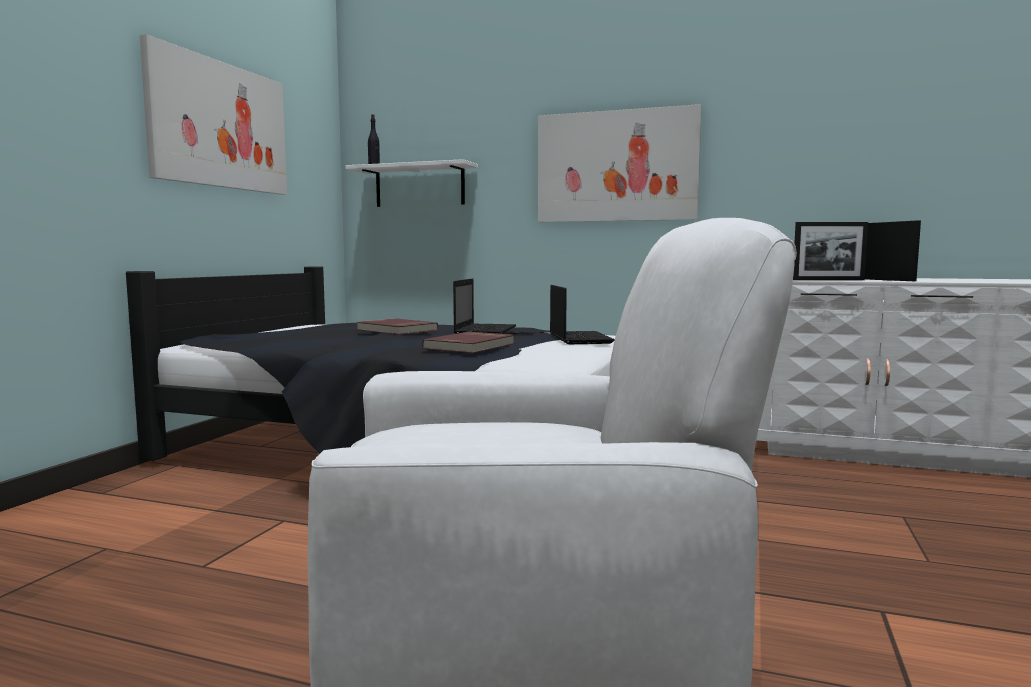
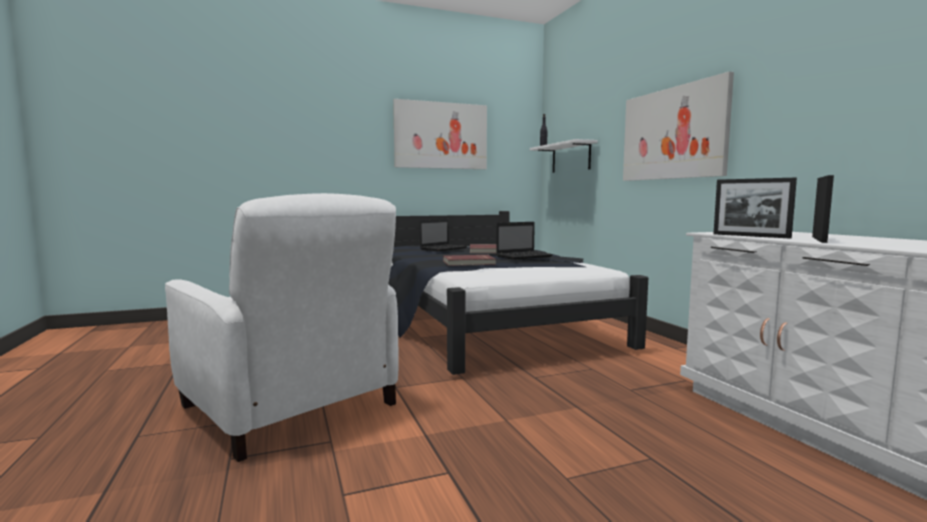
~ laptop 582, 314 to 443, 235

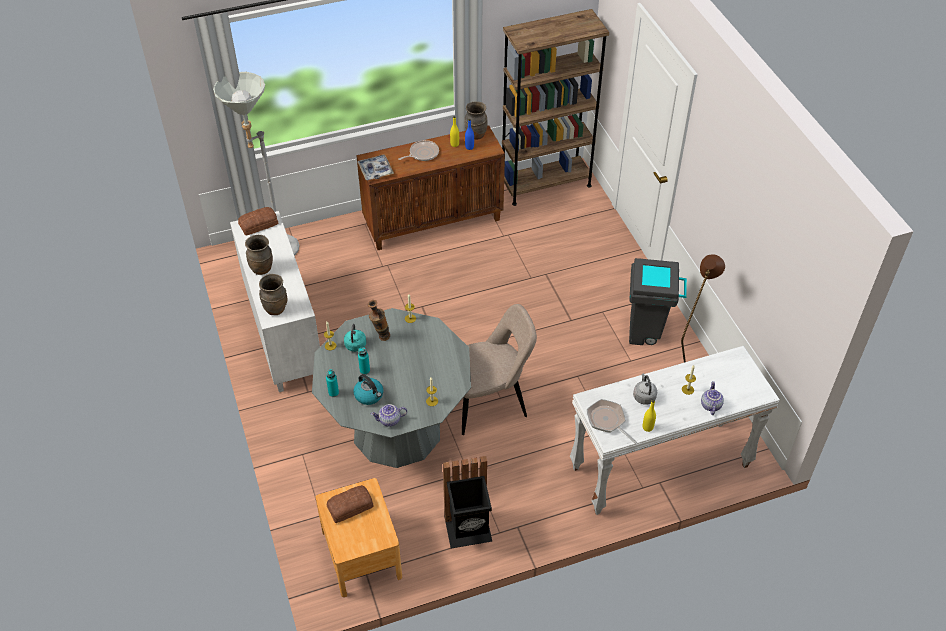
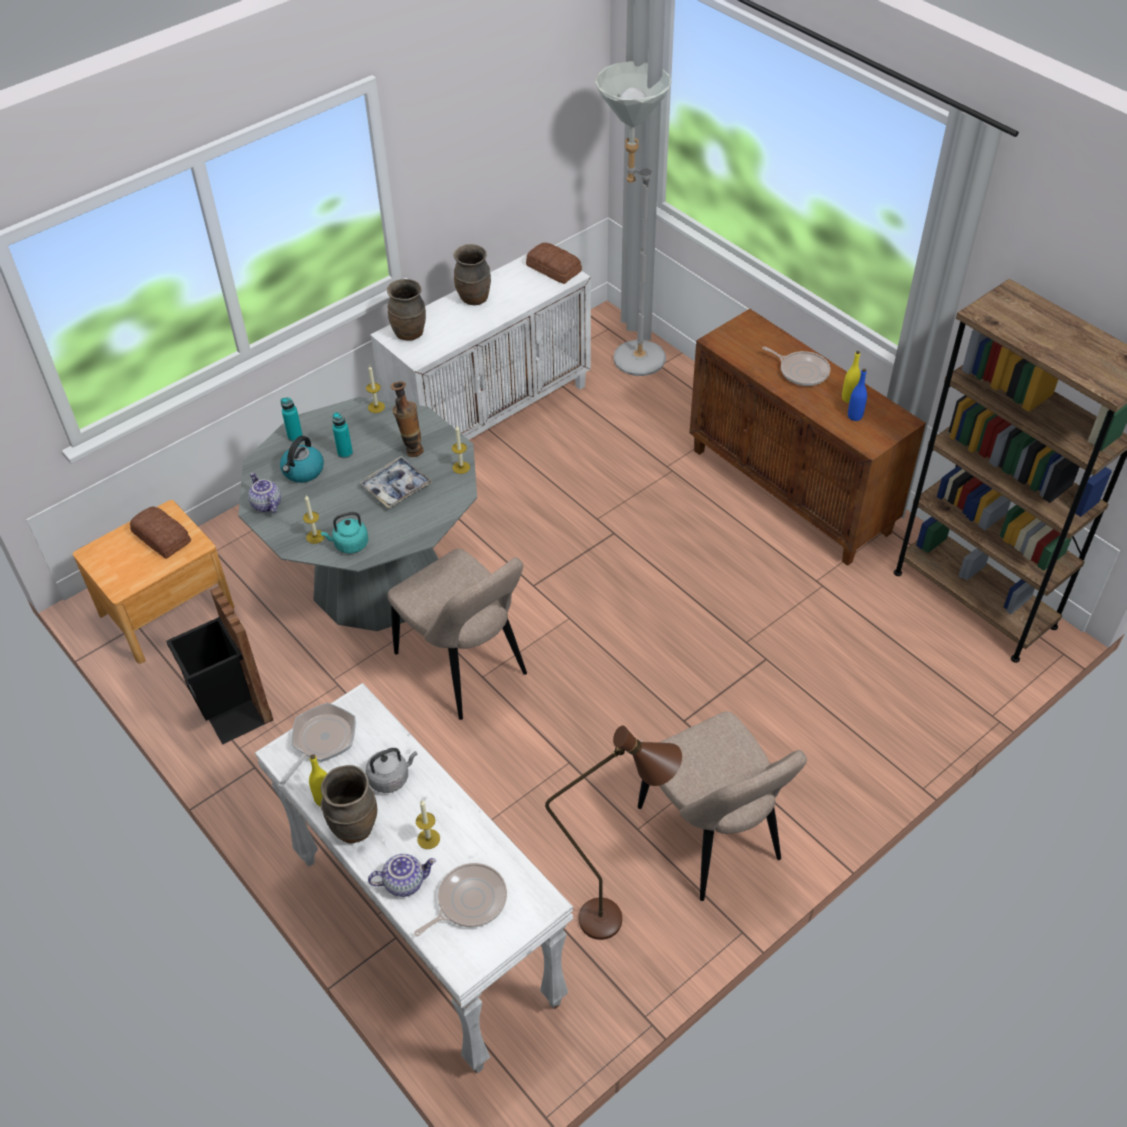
+ skillet 460, 899
~ turquoise-coloured kettle 355, 338 to 344, 533
~ tray 375, 167 to 395, 482
~ brown decorative vase 476, 120 to 348, 804
~ greyish waste bin 658, 301 to beige-coloured chair 722, 806

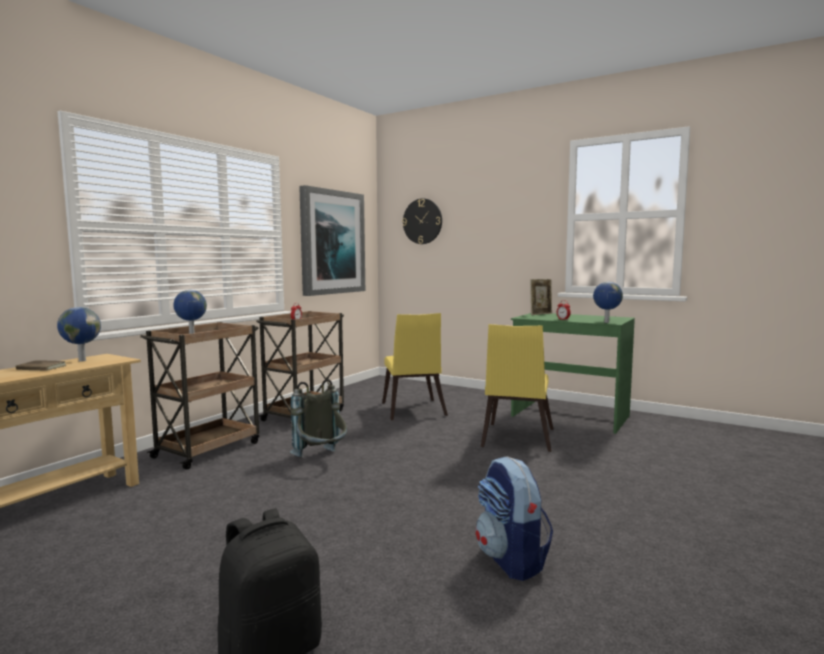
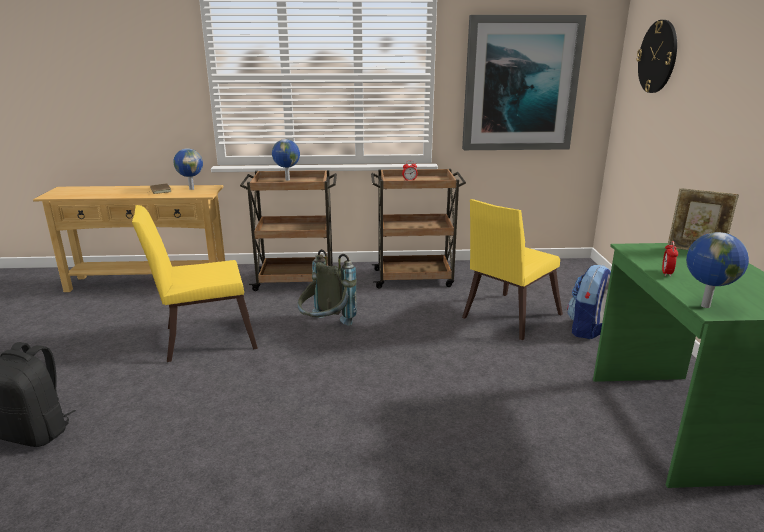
~ backpack 514, 518 to 589, 302
~ yellowish chair 517, 388 to 195, 283

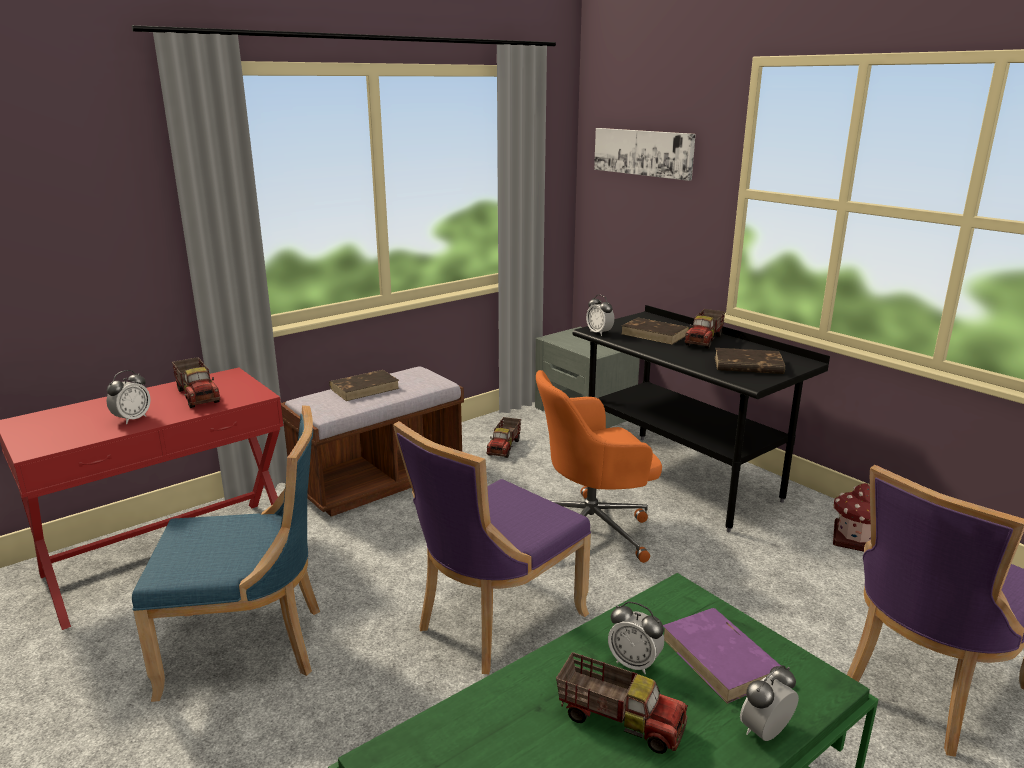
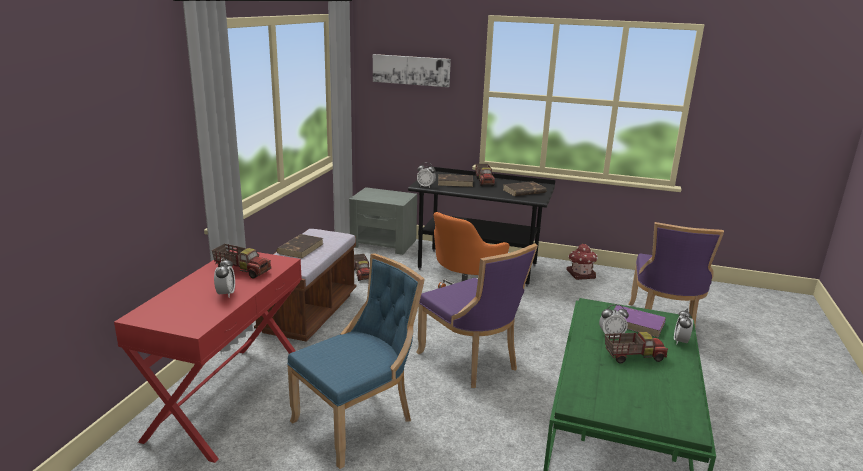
~ purple chair 492, 547 = 477, 315 45 degrees counterclockwise

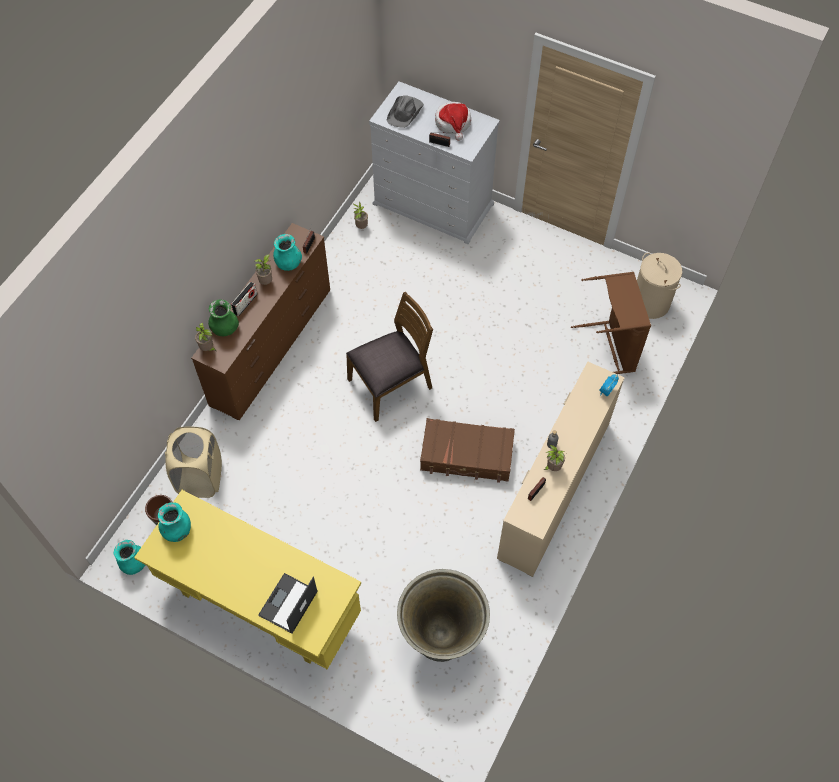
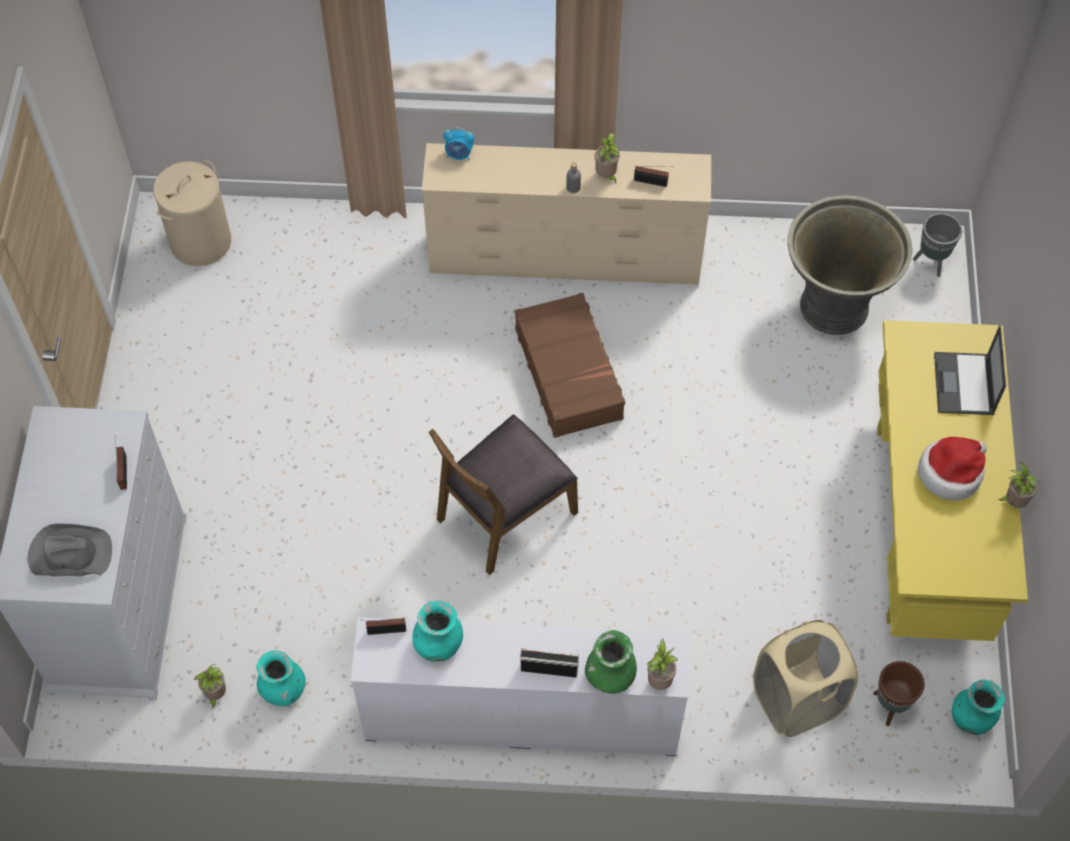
- brown washing basket 611, 323
+ greyish flower pot 937, 245
~ turquoise-coloured decorative vase 174, 522 to 281, 678
~ houseplant 263, 269 to 1019, 485
~ hat 453, 121 to 952, 469
~ brown drawer chest 260, 321 to white-coloured drawer chest 520, 686
~ laptop 288, 603 = 970, 370 90 degrees clockwise
~ brown chair 389, 357 = 503, 494 75 degrees counterclockwise

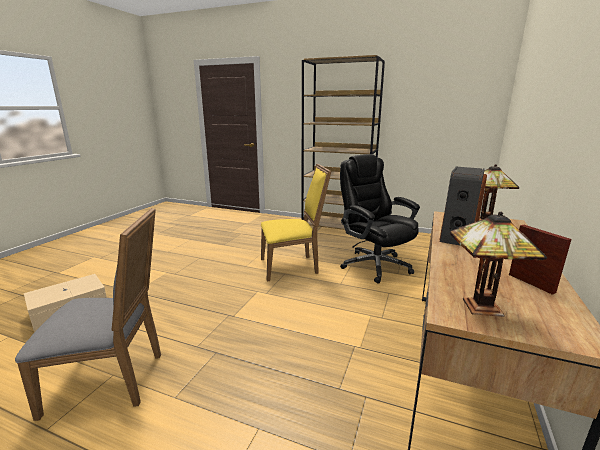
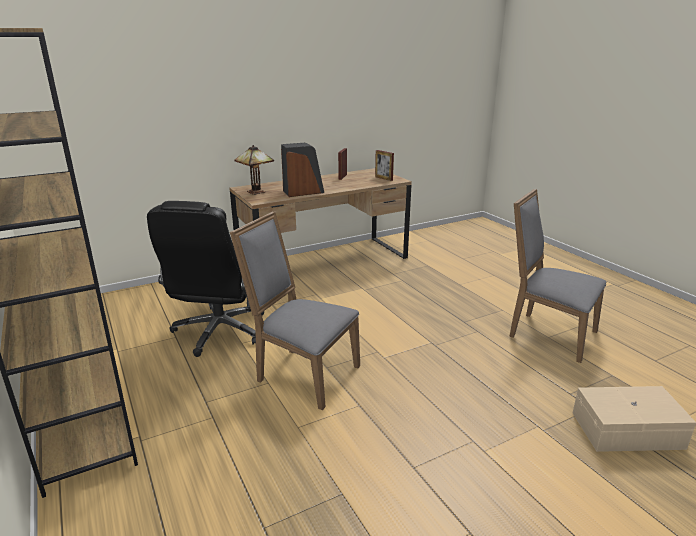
~ lamp for a table 498, 264 to photo frame 384, 165
~ yellowish chair 296, 222 to greyish chair 295, 311

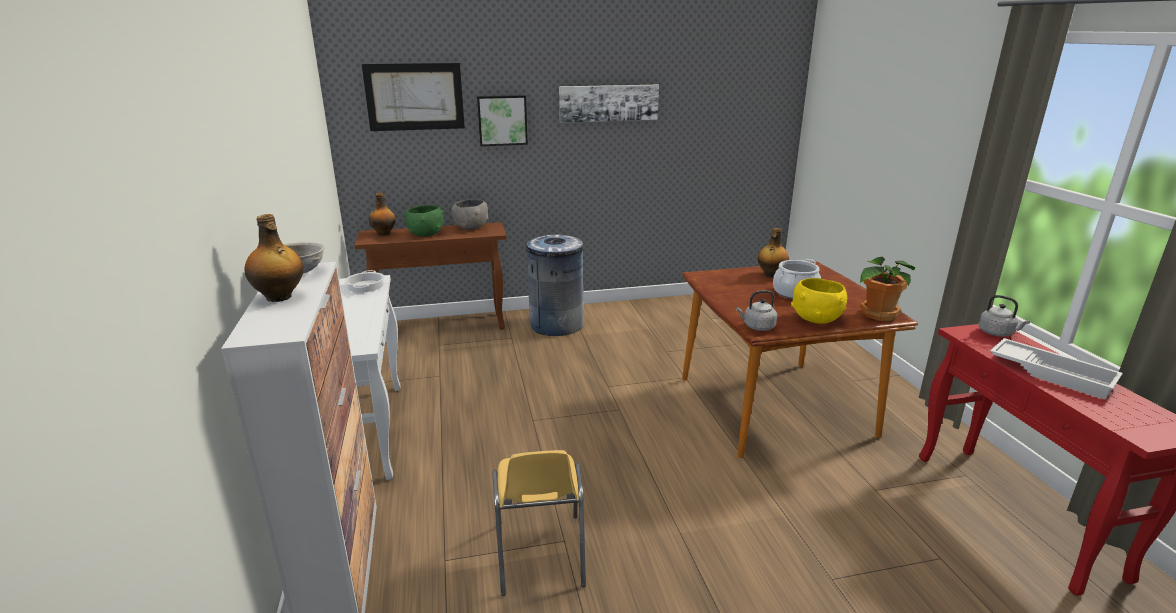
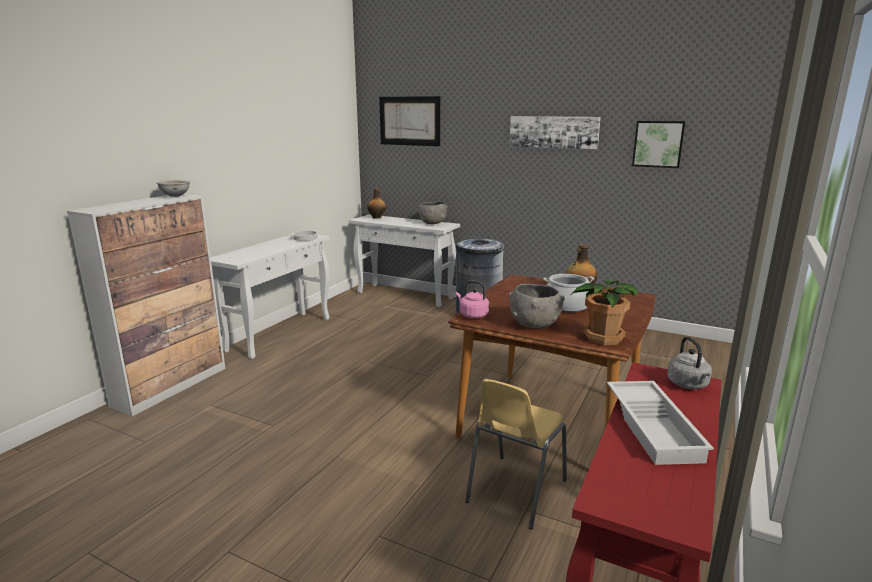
- bottle 274, 258
- greenish deep dish 424, 221
~ wall art 502, 120 to 659, 144
~ yellowish chair 539, 523 to 516, 454
~ brown narrow table 430, 276 to white-coloured narrow table 404, 261
~ greyish kettle 756, 310 to pink-coloured kettle 472, 299
~ yellowish deep dish 819, 301 to greyish deep dish 537, 306

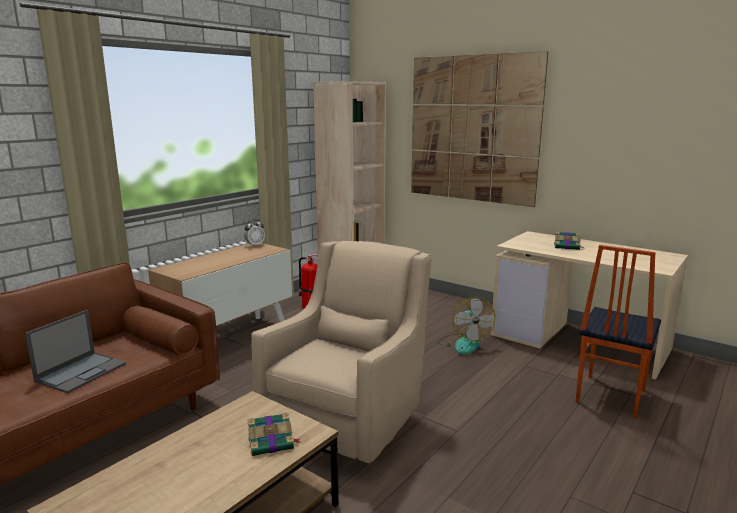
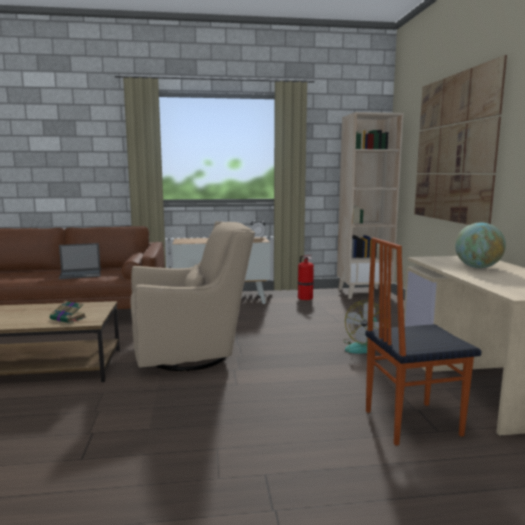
~ bound book 569, 241 to globe 480, 245

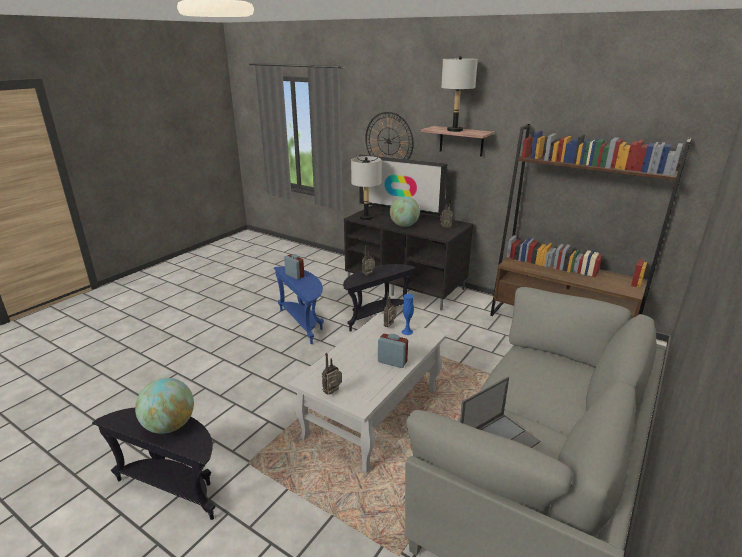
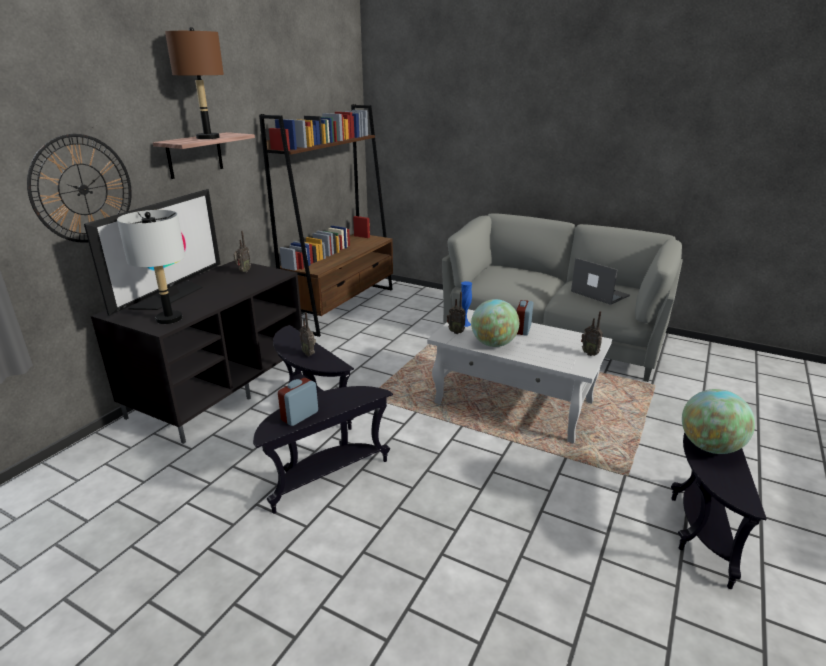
~ globe 405, 211 to 495, 323
~ blue end table 299, 305 to black-coloured end table 323, 450
~ greyish lamp for a table 459, 94 to brown lamp for a table 194, 83

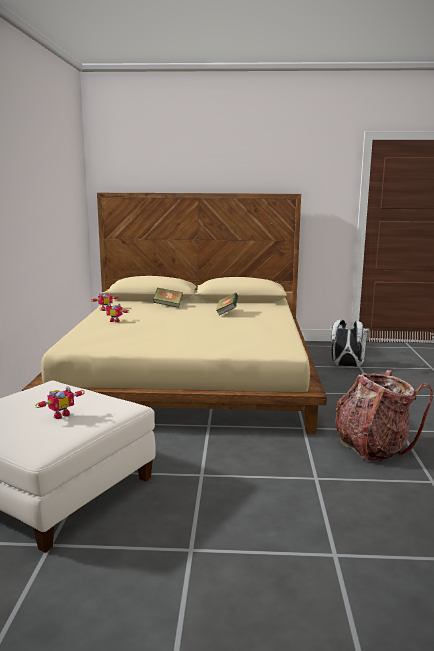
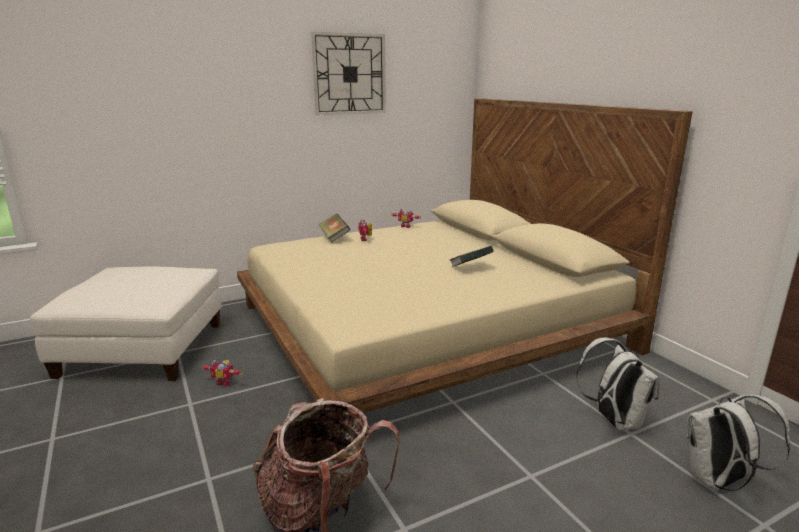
+ wall clock 348, 73
+ white-coloured backpack 738, 443
~ toy robot 60, 402 to 222, 373
~ bound book 168, 298 to 334, 228

